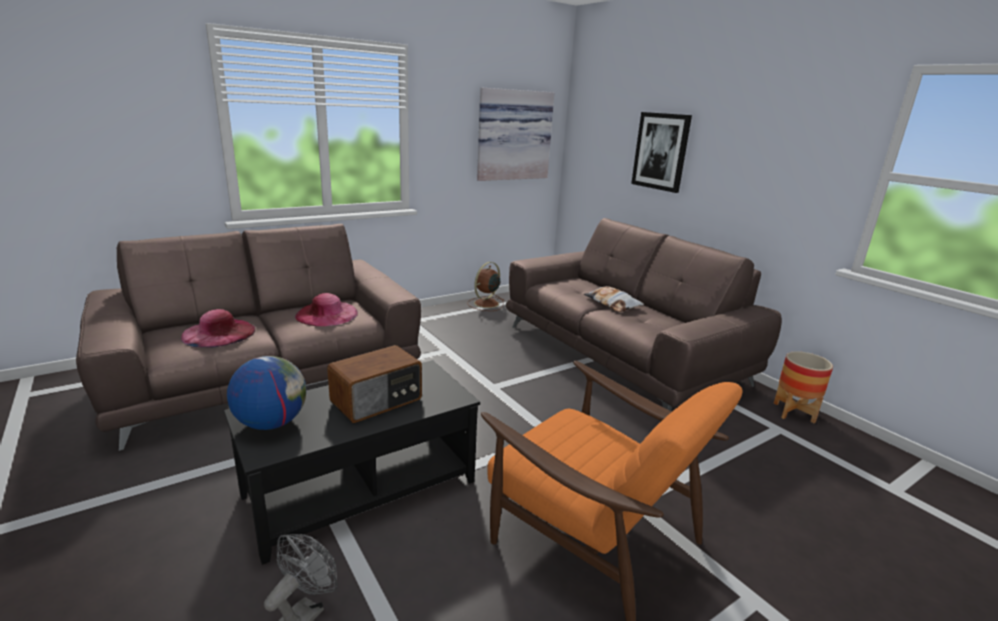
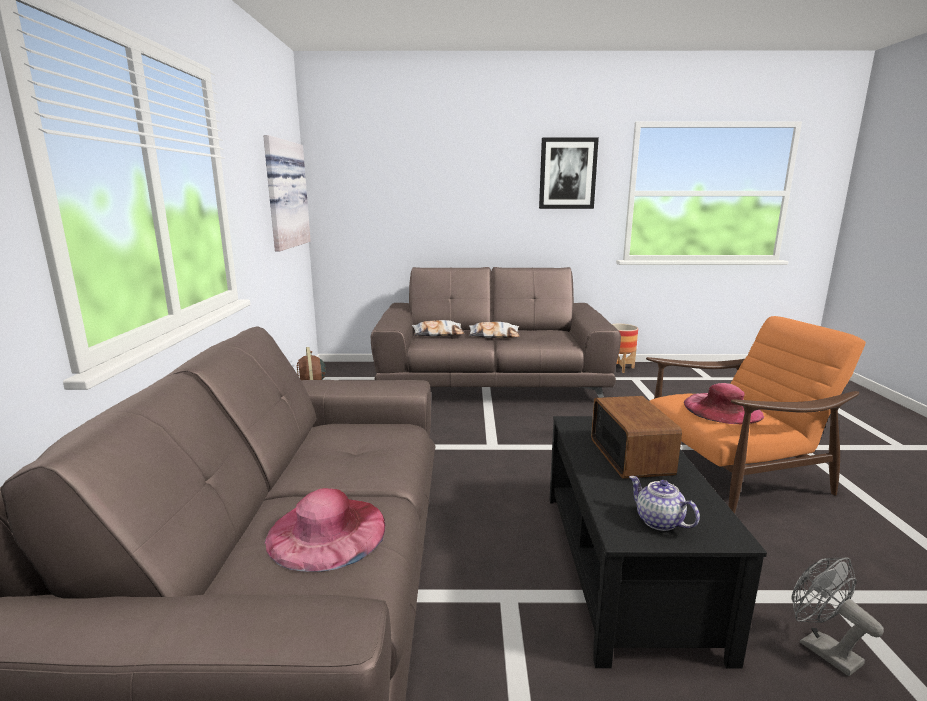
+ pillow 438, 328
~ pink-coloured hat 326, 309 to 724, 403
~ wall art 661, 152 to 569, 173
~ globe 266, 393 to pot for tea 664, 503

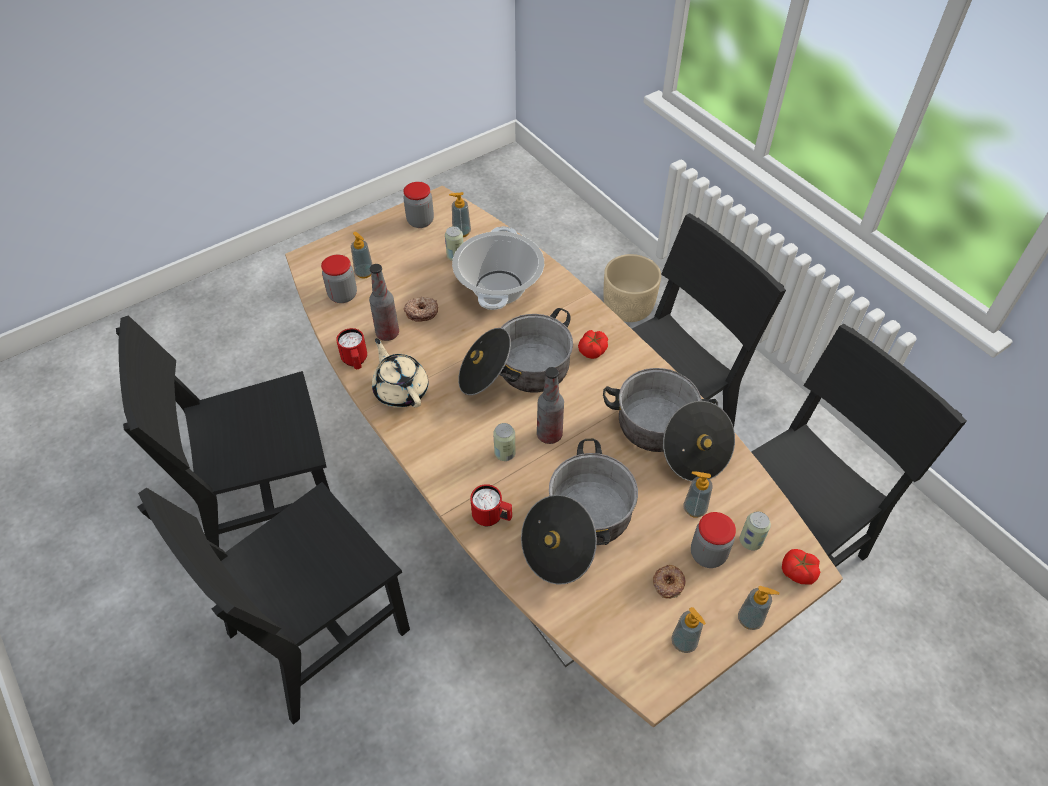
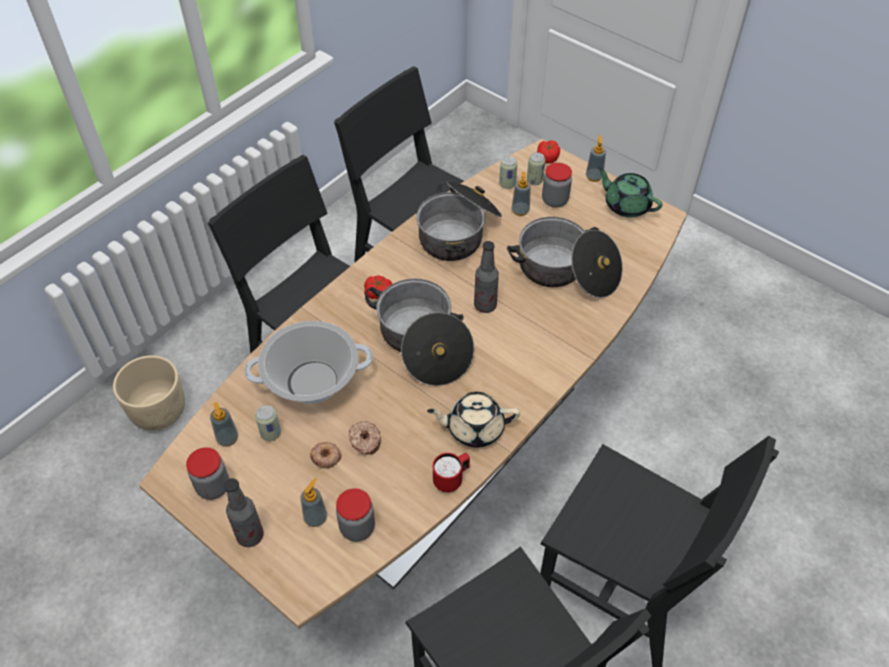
- red coffee mug 491, 505
~ bottle 384, 302 to 244, 512
~ sealed can 504, 442 to 508, 172
~ ring doughnut 669, 582 to 325, 455
~ liquid soap bottle 688, 630 to greenish pot for tea 629, 192
~ beige-coloured pot for tea 400, 373 = 473, 419 45 degrees clockwise

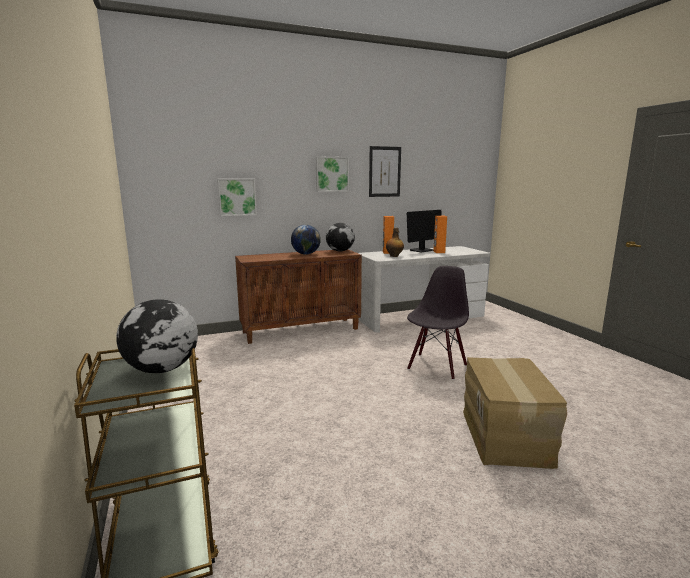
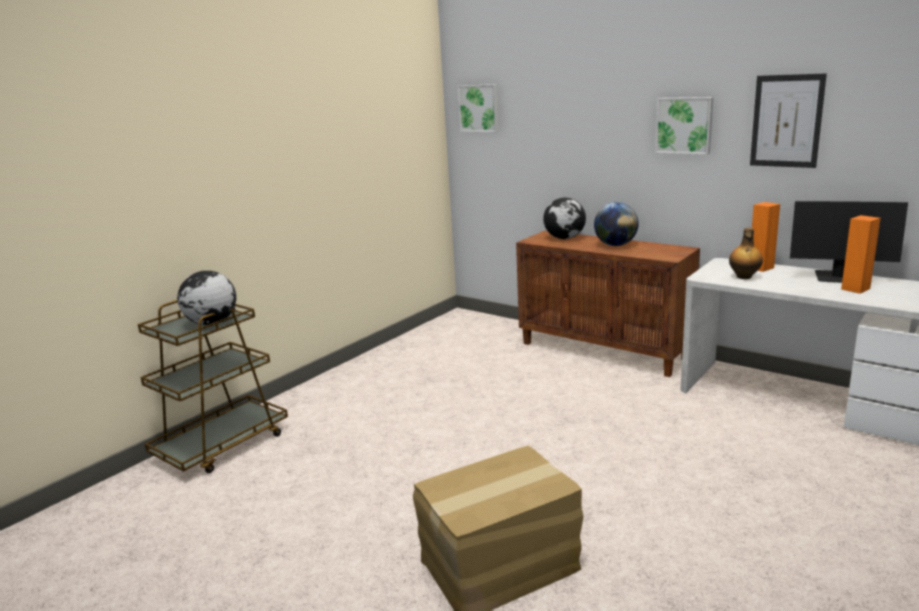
- black-coloured chair 438, 323
~ wall art 237, 197 to 478, 108
~ globe 340, 237 to 564, 218

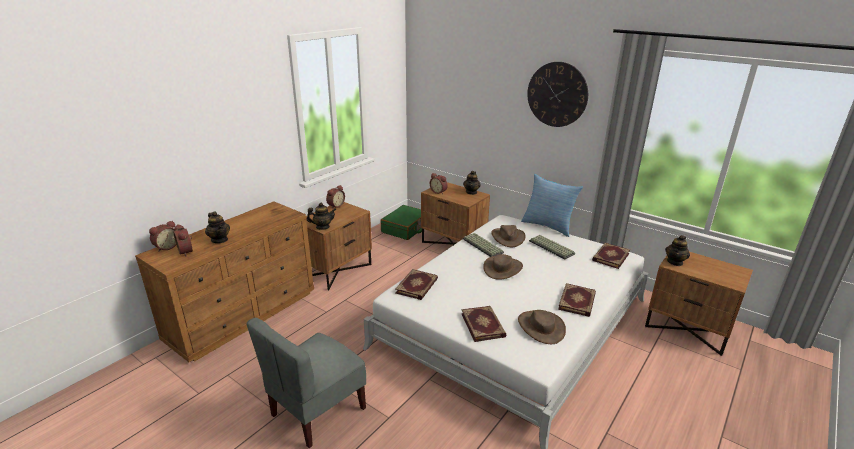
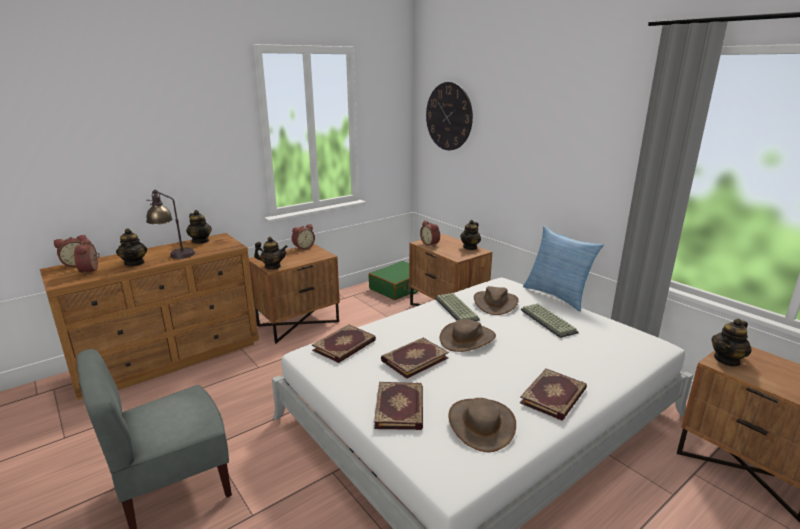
+ lamp for a table 170, 224
+ pot for tea 199, 226
~ wall clock 557, 94 to 449, 116
~ bound book 611, 256 to 415, 358

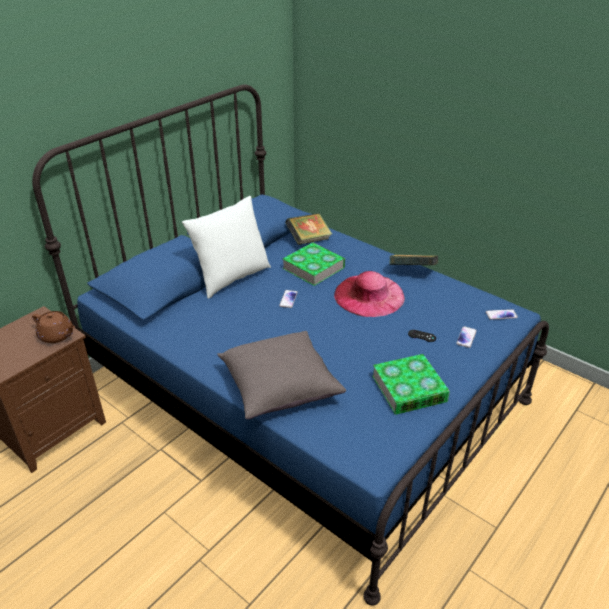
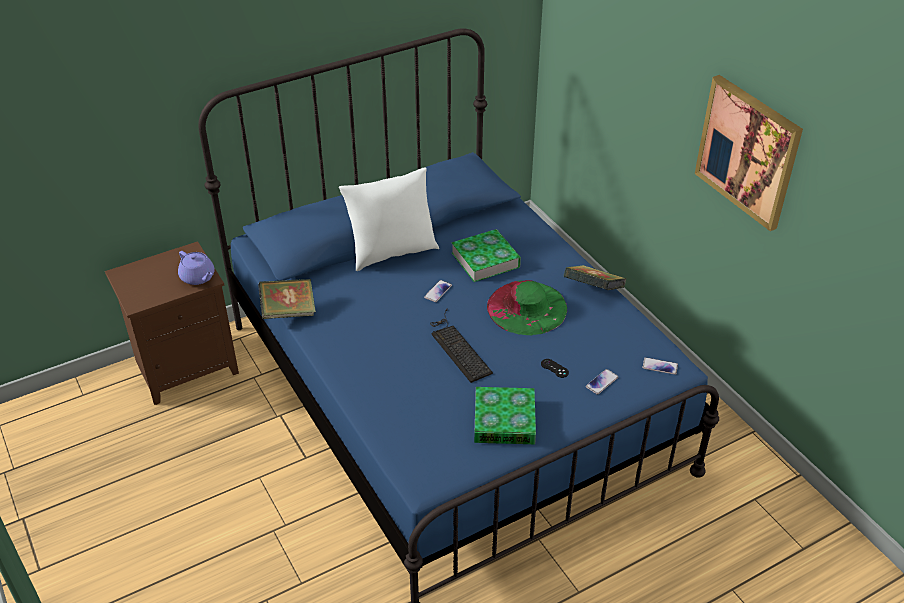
- greyish pillow 281, 375
+ keyboard 461, 345
+ wall art 749, 153
~ bound book 308, 229 to 287, 299
~ brown pot for tea 53, 327 to purple pot for tea 196, 268
~ pink-coloured hat 369, 294 to greenish hat 527, 307

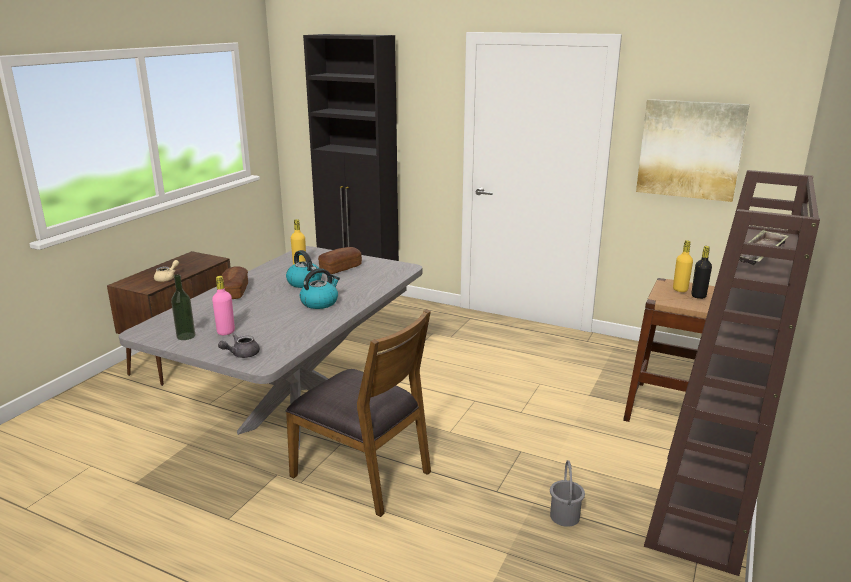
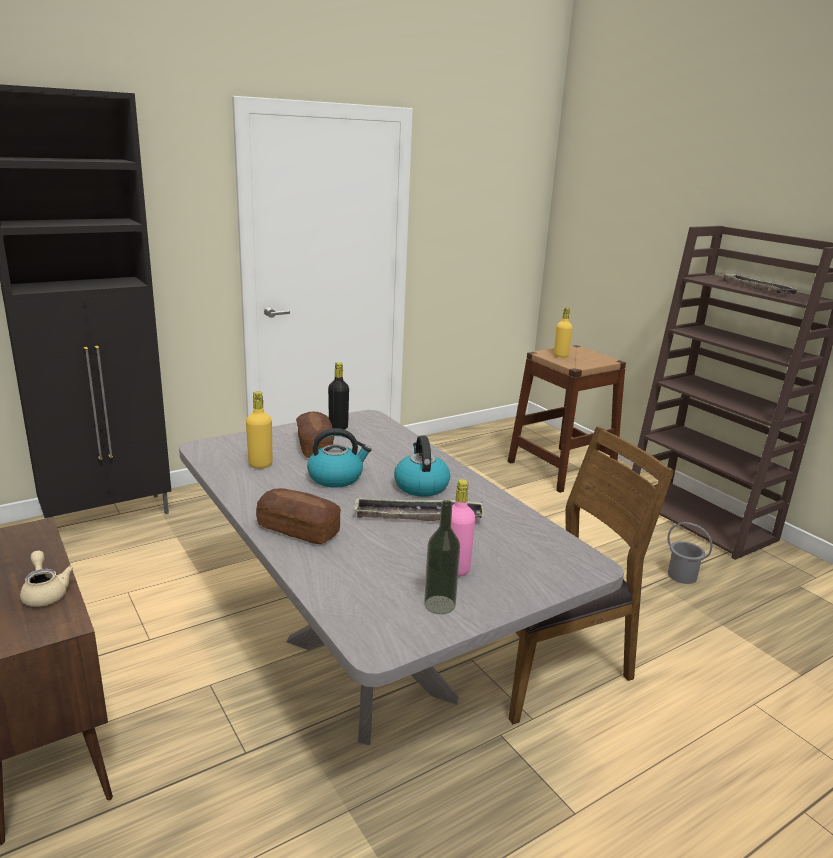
- greyish pot for tea 239, 346
- wall art 693, 150
+ tray 419, 509
~ black-coloured bottle 701, 272 to 338, 396

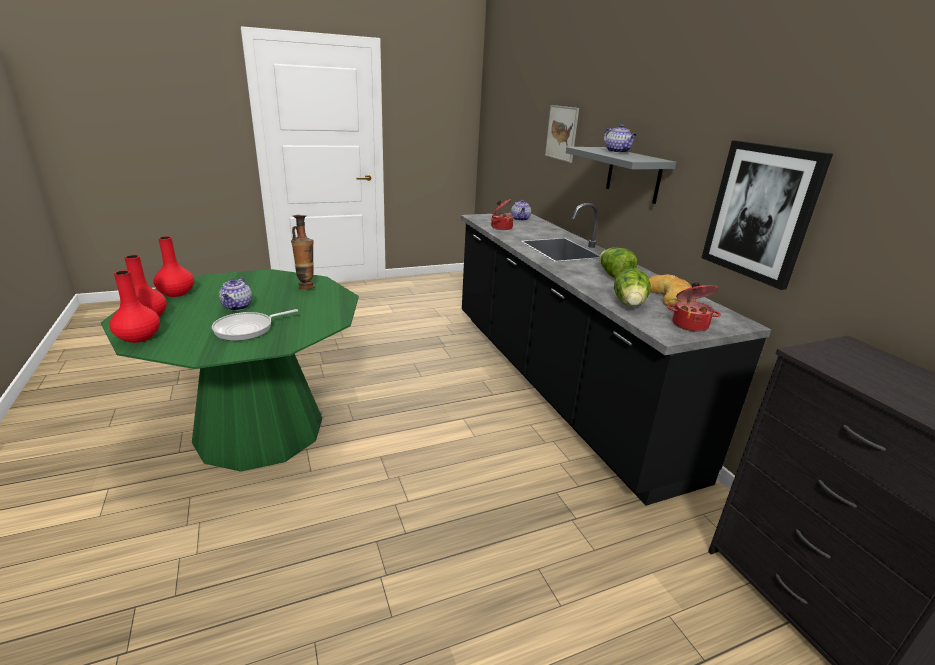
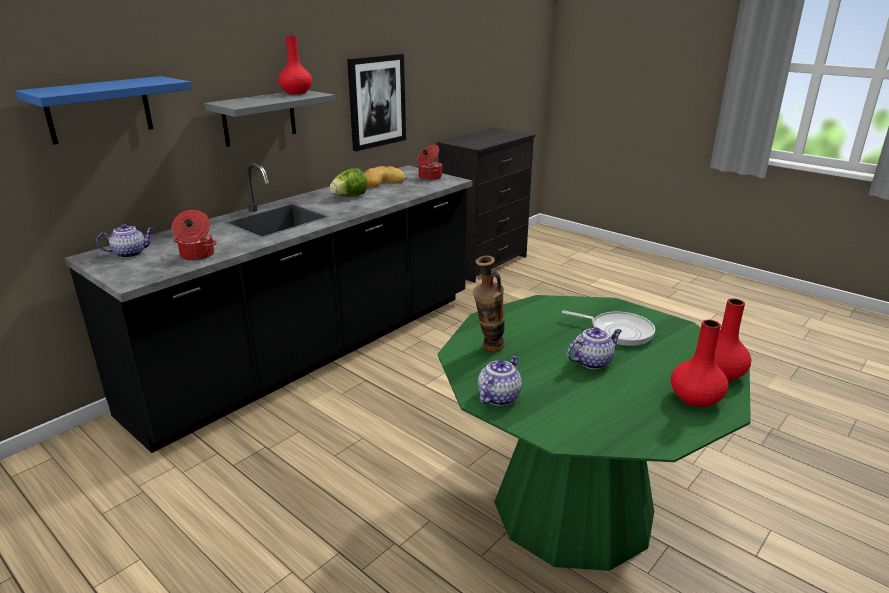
- lettuce head 632, 287
~ red decorative vase 173, 266 to 295, 64
~ pot for tea 620, 138 to 500, 380
~ wall art 562, 134 to blue wall shelf 103, 110

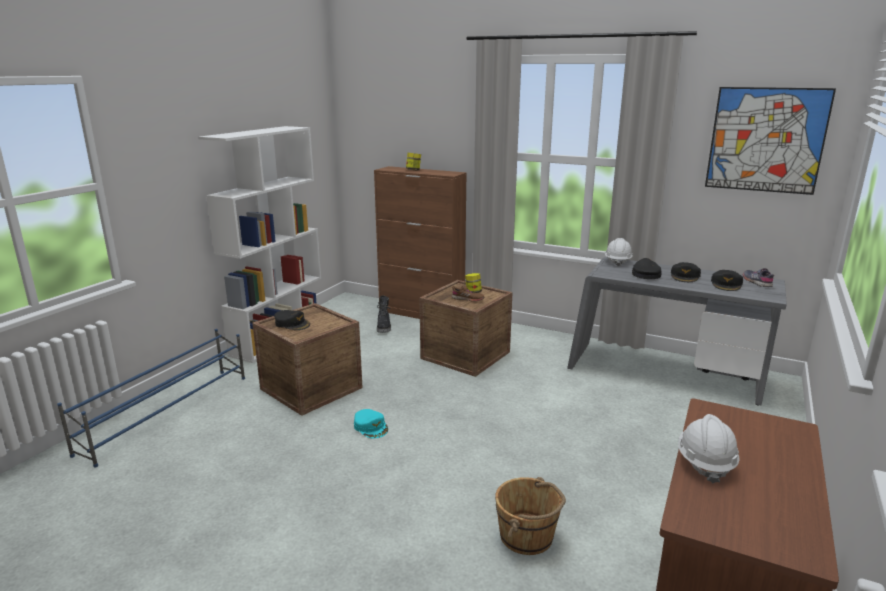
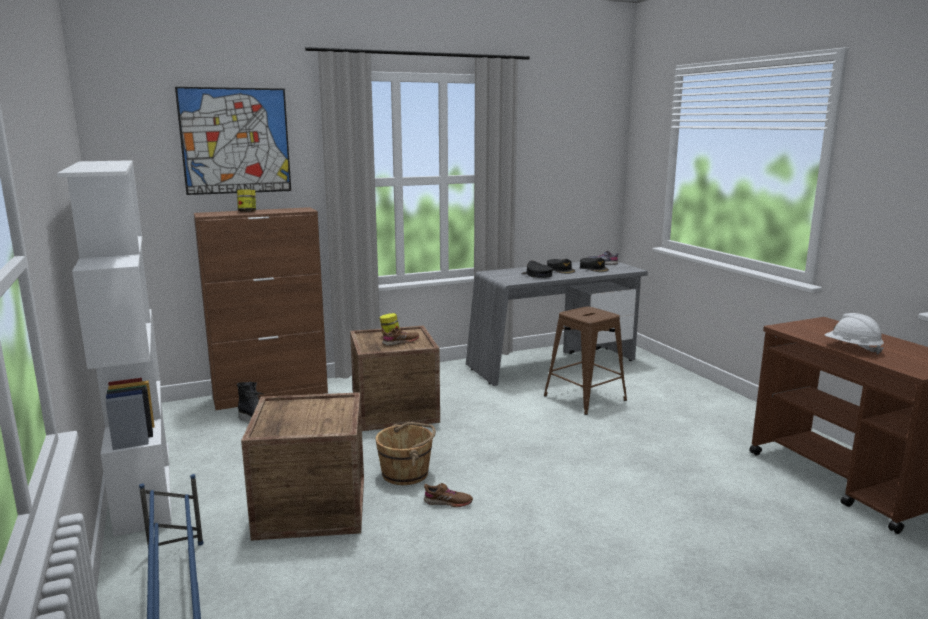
- black-coloured peaked cap 292, 320
- white-coloured work helmet 619, 252
+ brown sitting stool 585, 360
~ brown water bucket 530, 516 to 405, 453
~ wall art 770, 141 to 233, 141
~ turquoise-coloured peaked cap 371, 423 to brown low shoe 448, 495

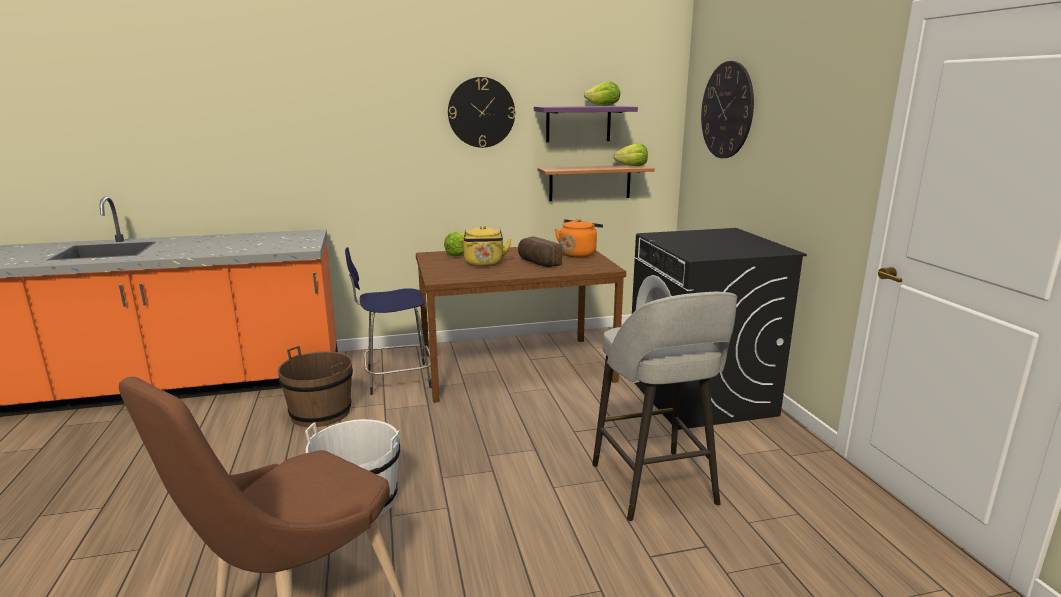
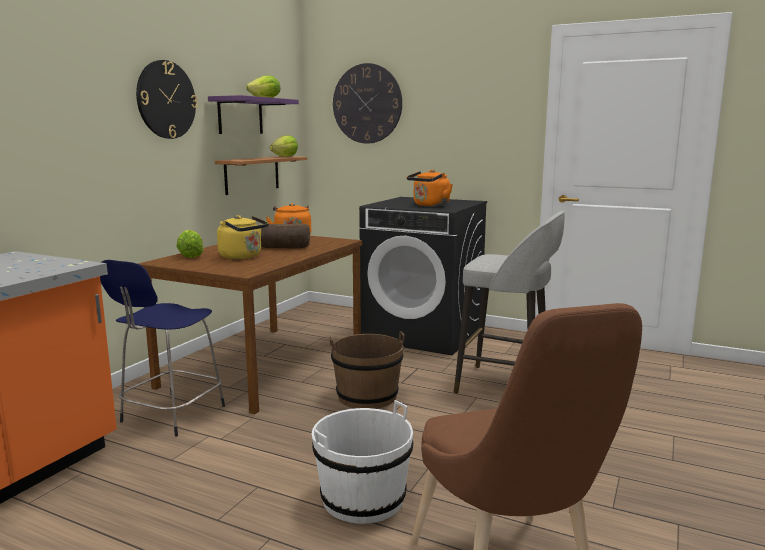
+ orangey kettle 430, 188
~ brown water bucket 315, 386 to 367, 370

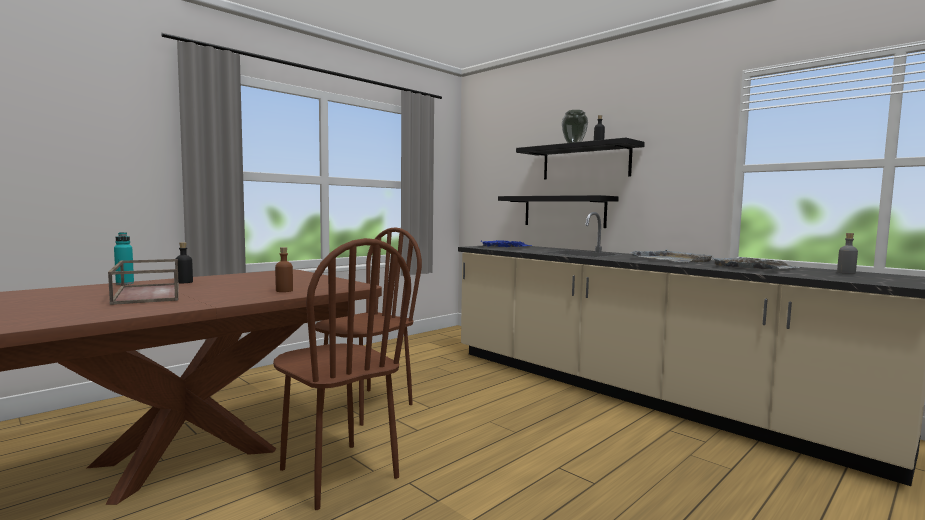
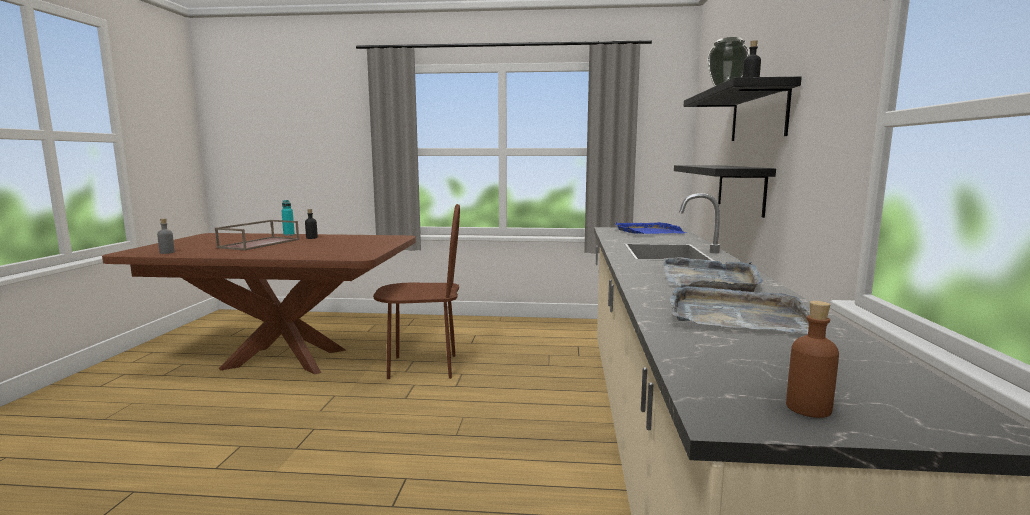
- brown chair 342, 374
~ brown bottle 284, 269 to 812, 359
~ greyish bottle 847, 253 to 166, 236

